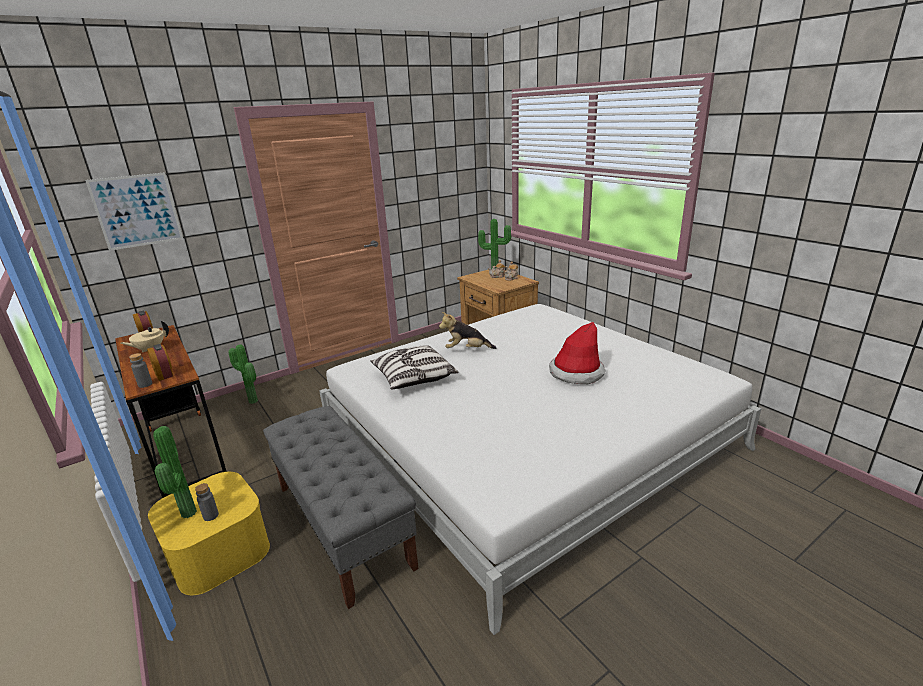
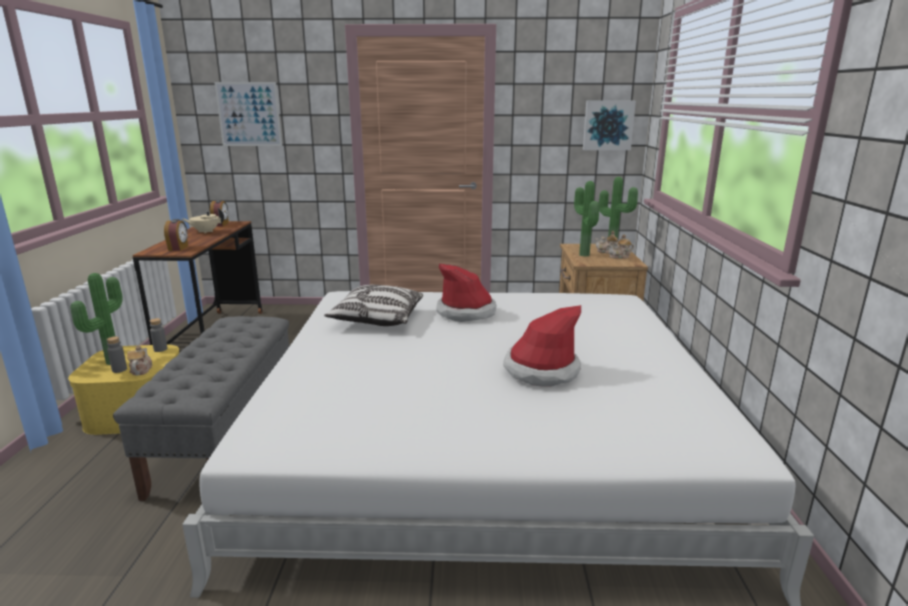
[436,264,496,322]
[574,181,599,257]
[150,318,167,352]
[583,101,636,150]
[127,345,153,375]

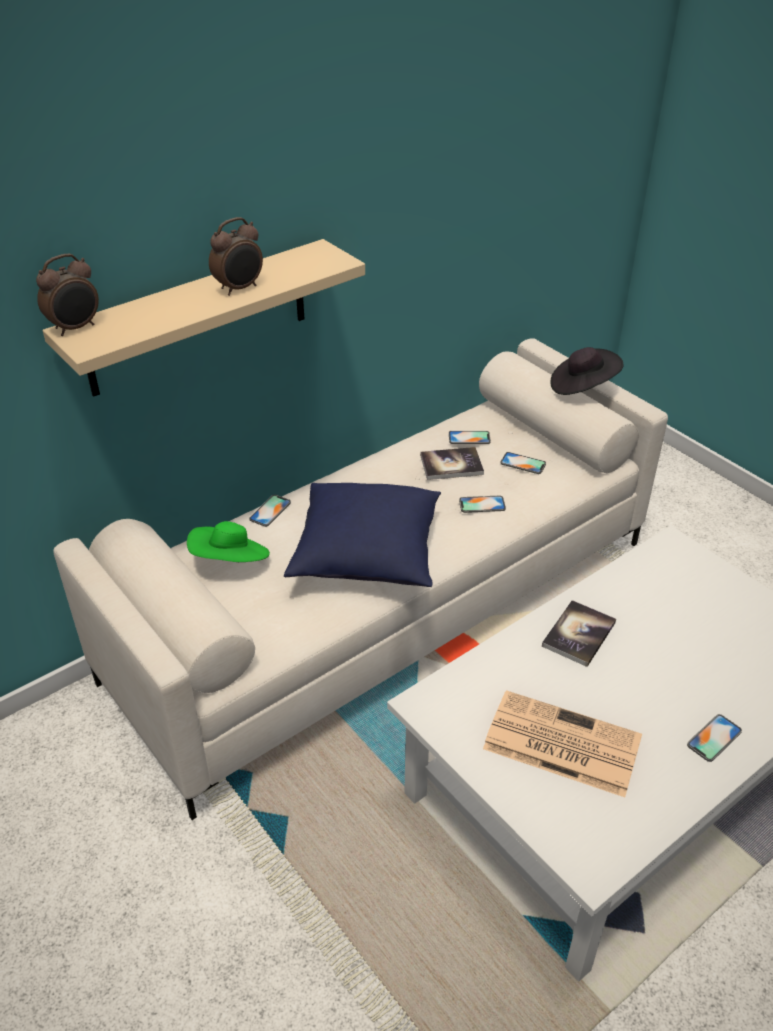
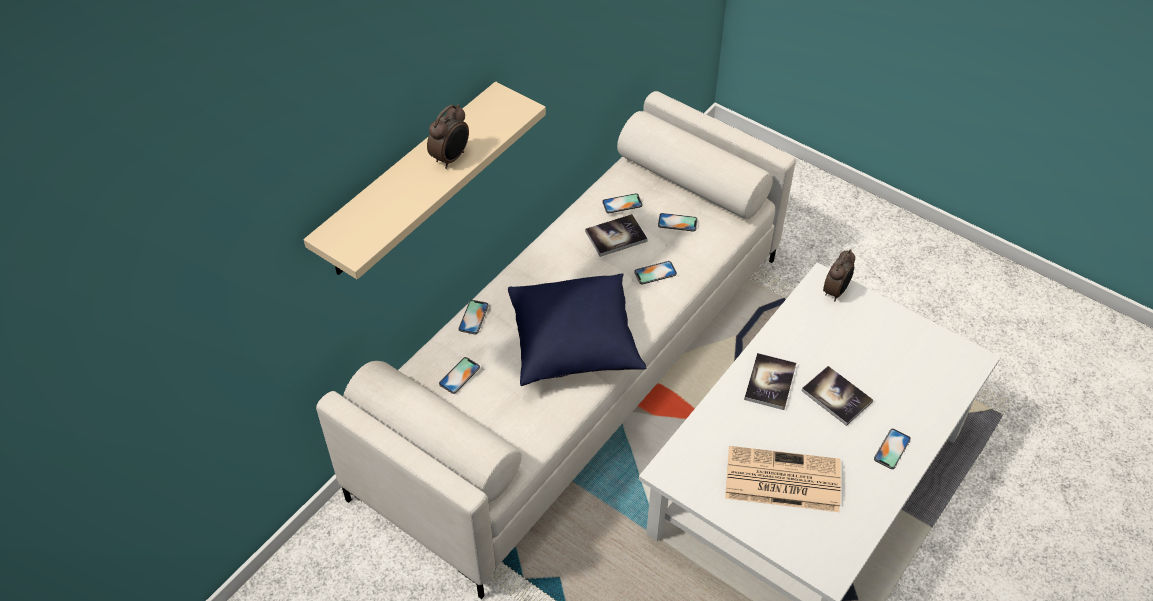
[823,249,855,301]
[550,347,623,395] (first image)
[439,357,480,394]
[801,366,873,426]

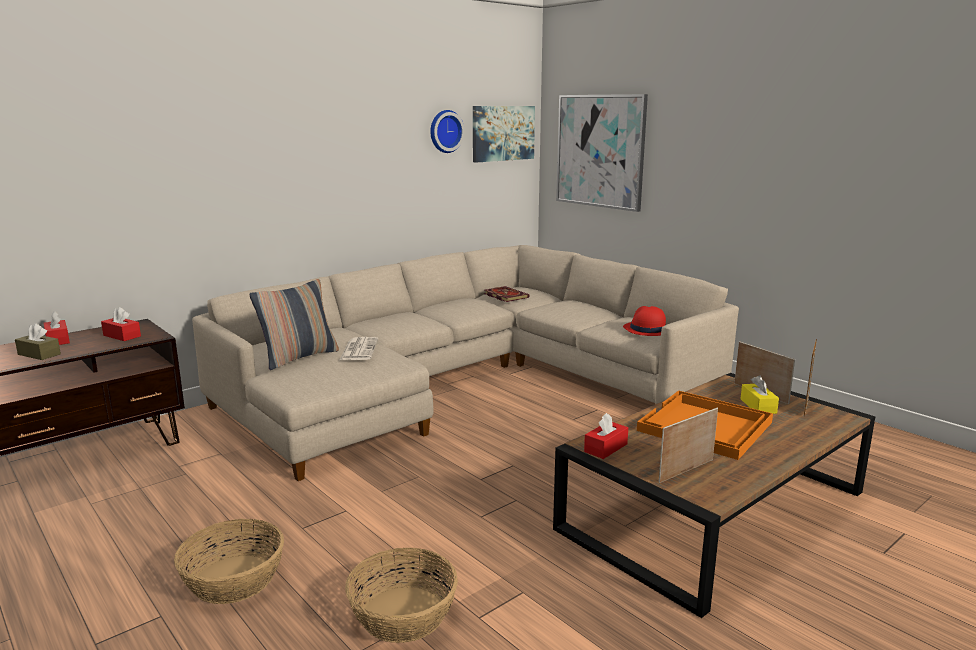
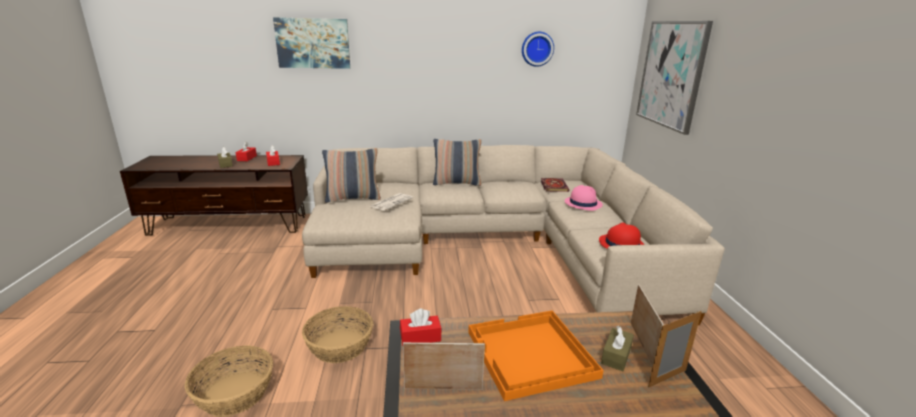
[273,17,350,69]
[601,326,634,371]
[302,306,373,363]
[433,139,482,186]
[565,185,603,211]

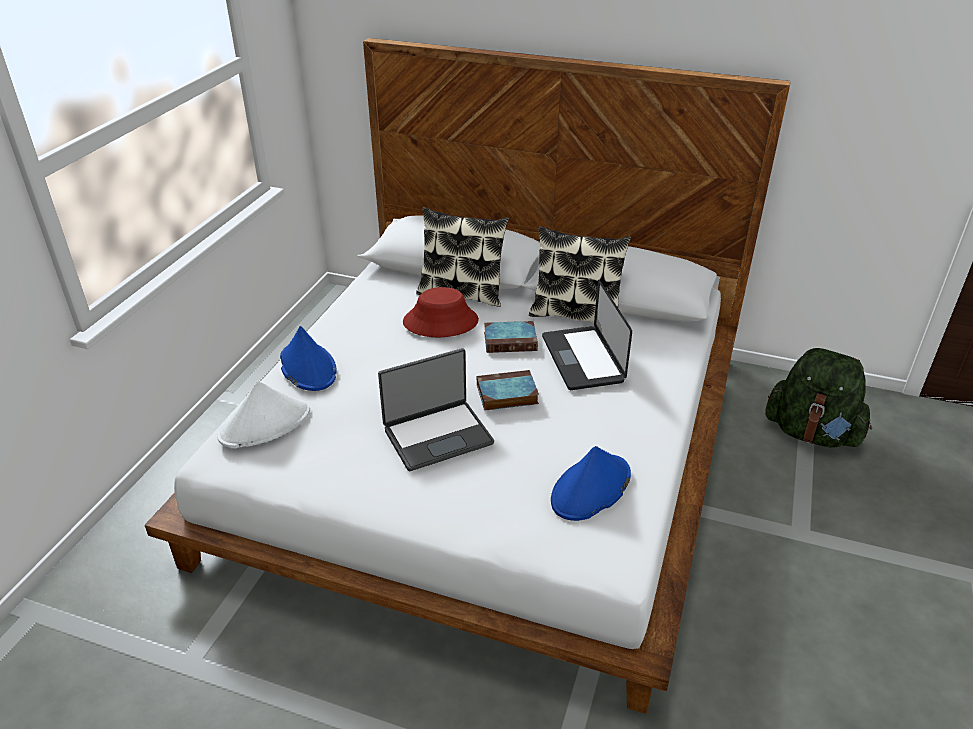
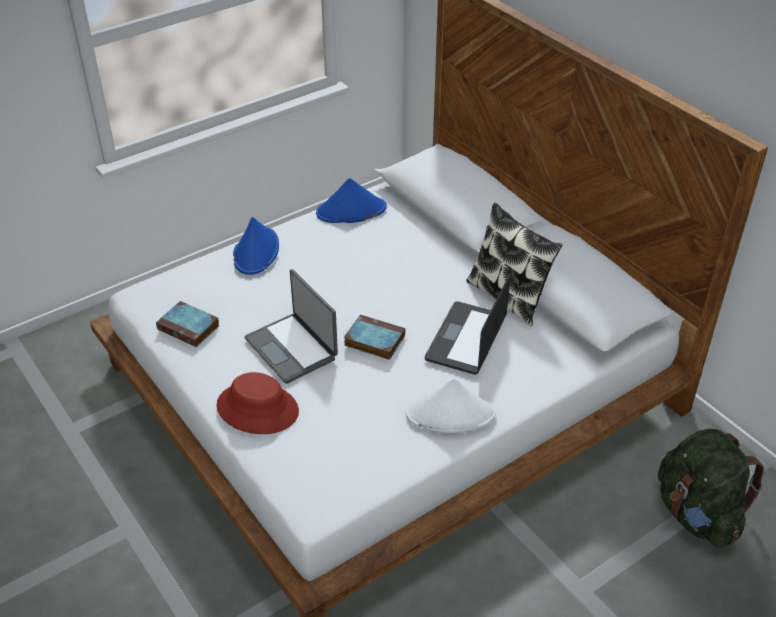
[416,207,509,307] (first image)
[216,372,299,434]
[156,301,220,347]
[244,269,338,384]
[406,378,496,433]
[316,178,387,223]

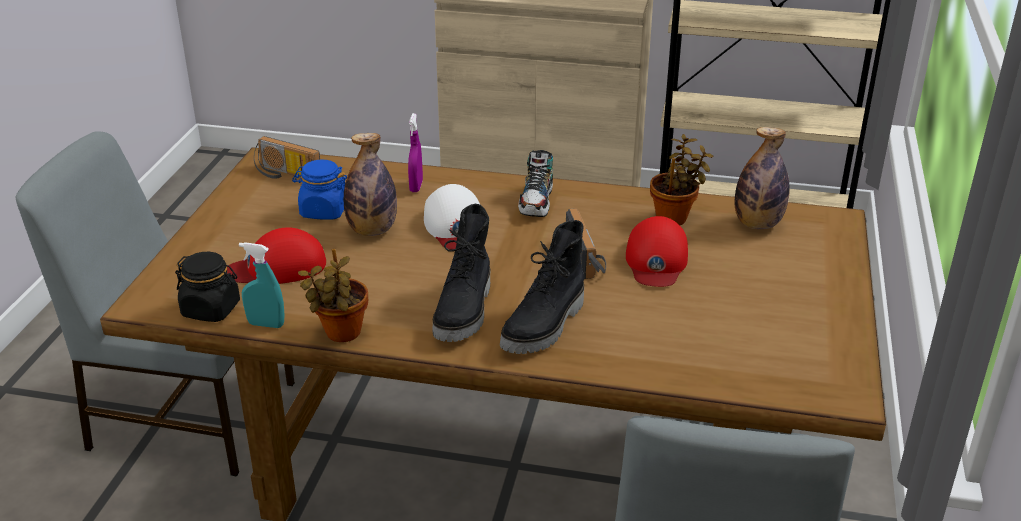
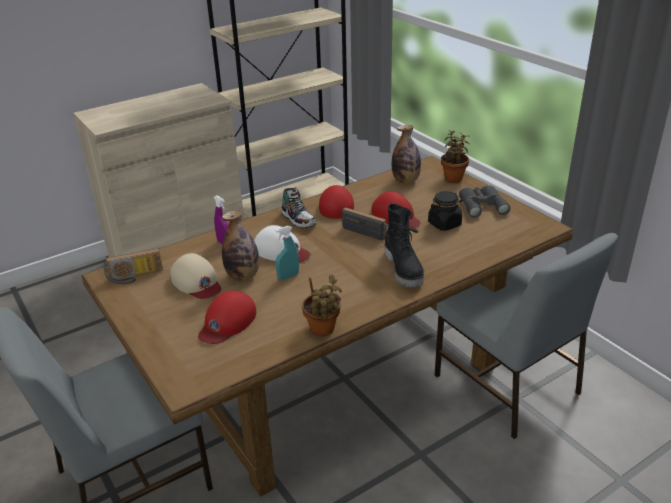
[441,131,470,183]
[170,253,221,299]
[433,204,490,342] (first image)
[275,226,299,280]
[428,191,462,231]
[319,185,354,219]
[459,185,510,218]

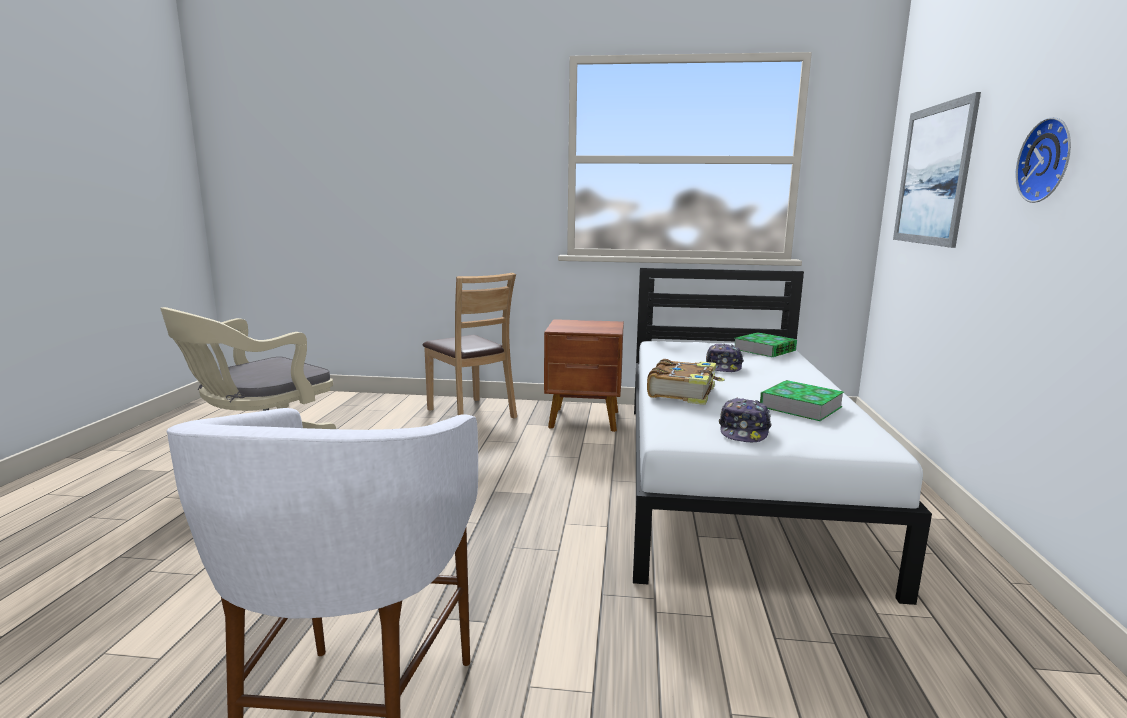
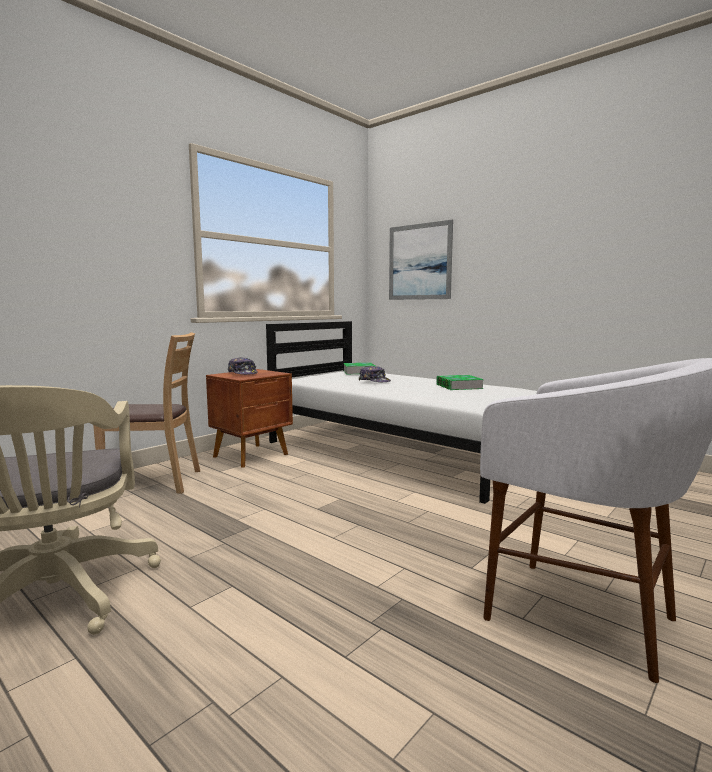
[1016,117,1071,203] (first image)
[647,359,725,405] (first image)
[228,357,258,375]

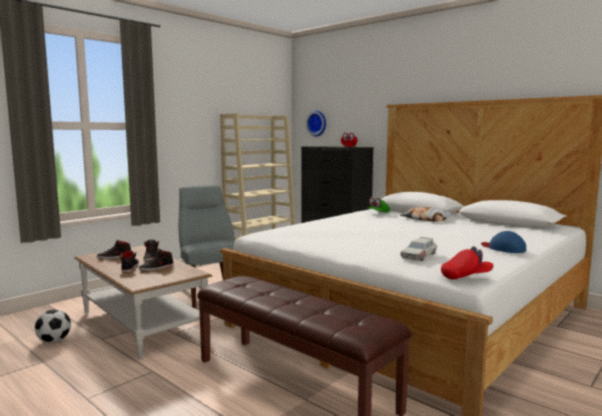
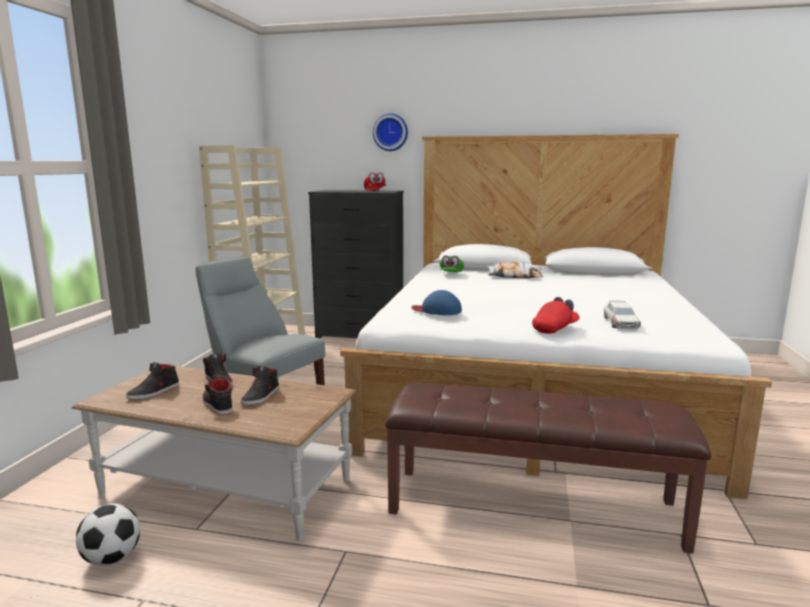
[373,113,408,151]
[411,290,462,315]
[532,297,579,334]

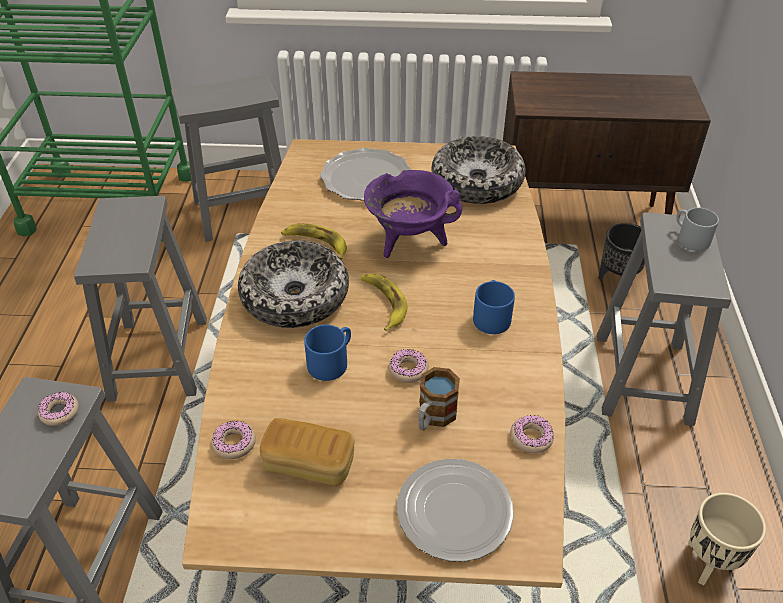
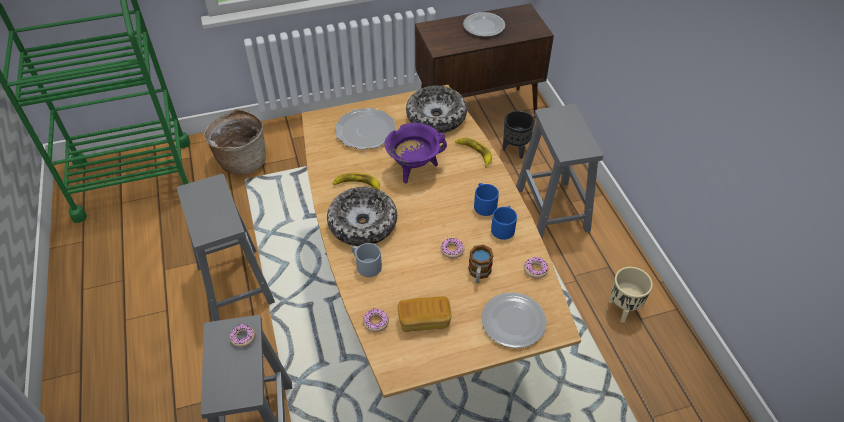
[204,108,266,174]
[352,243,382,277]
[455,138,492,168]
[491,206,517,240]
[463,12,505,37]

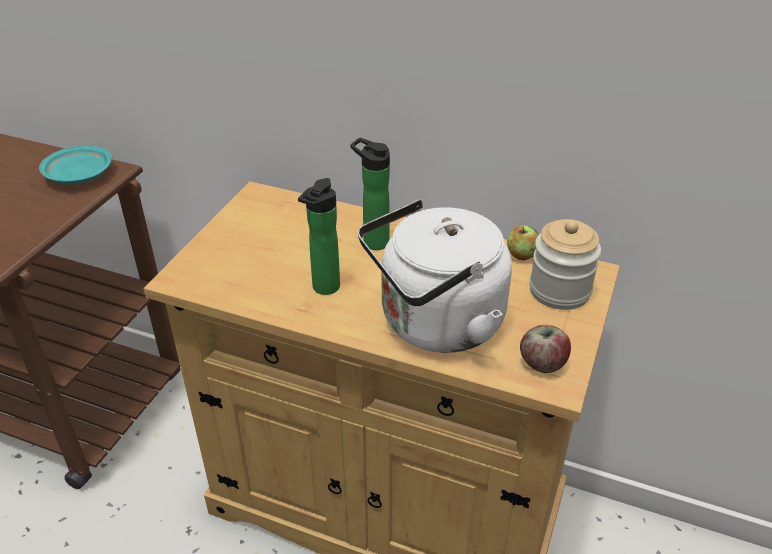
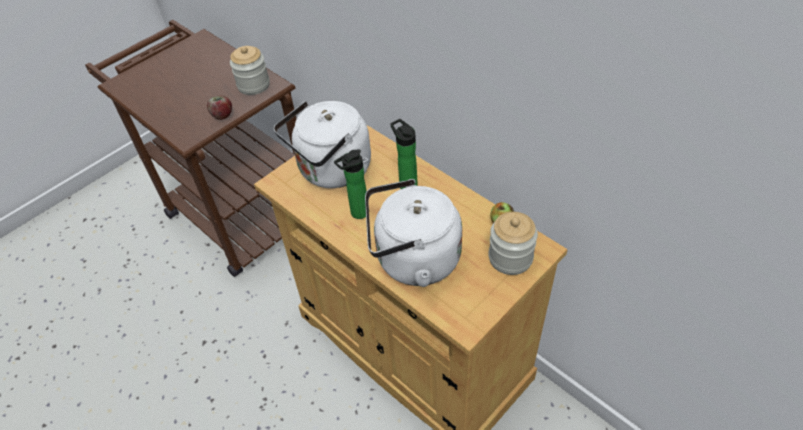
[230,46,270,95]
[207,95,232,120]
[274,101,371,188]

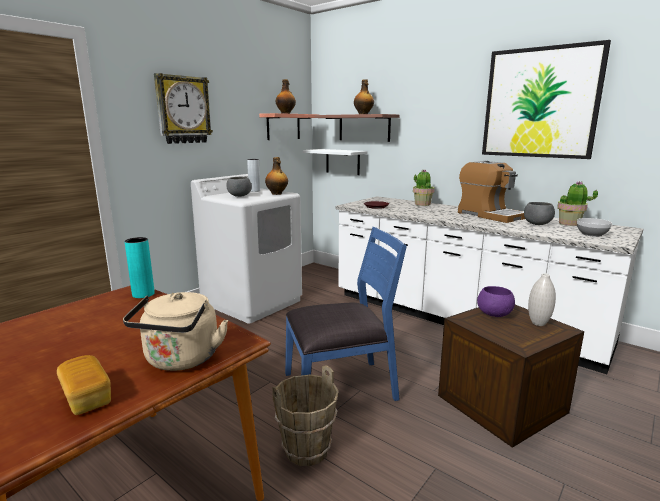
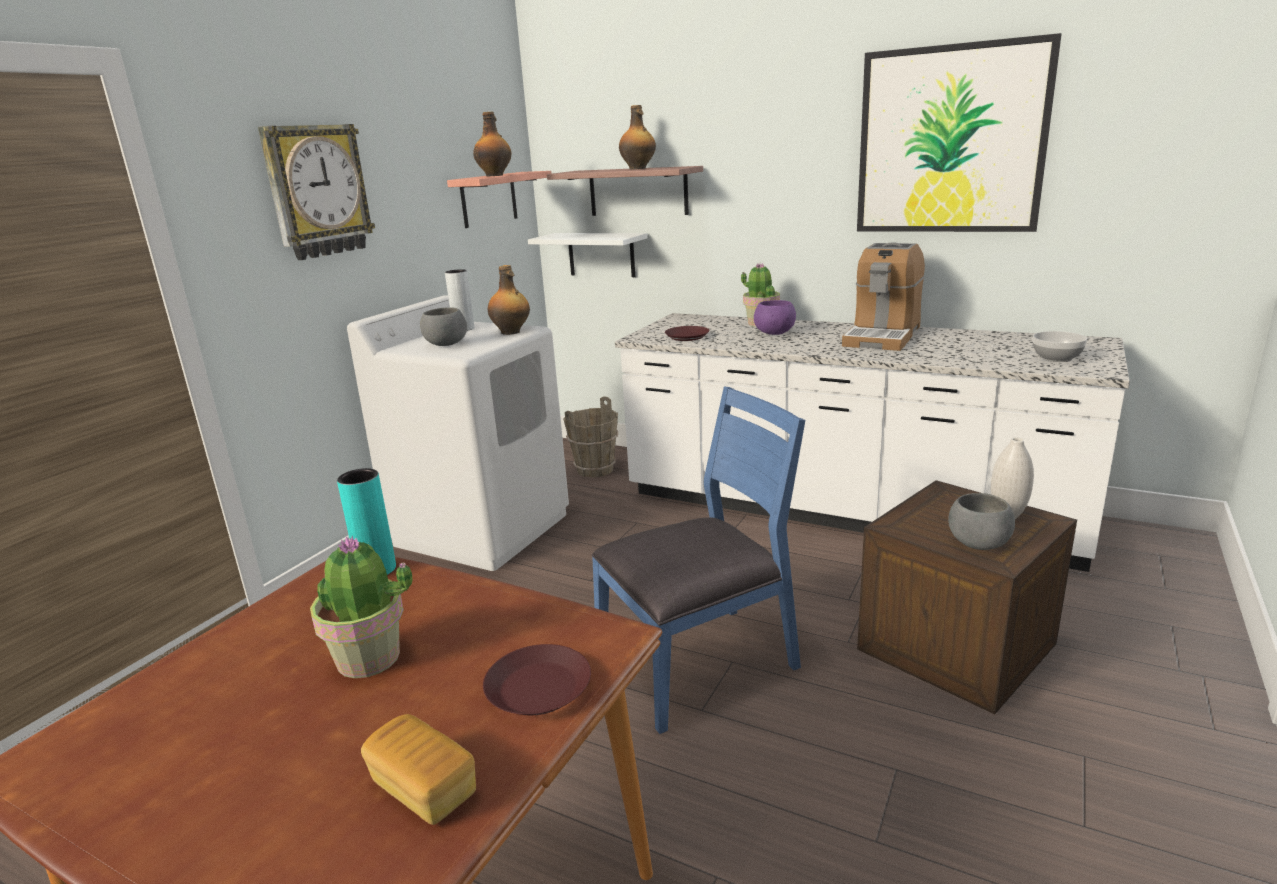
[842,242,925,351]
[310,536,413,678]
[948,493,1015,550]
[754,300,796,335]
[483,644,591,715]
[563,396,618,477]

